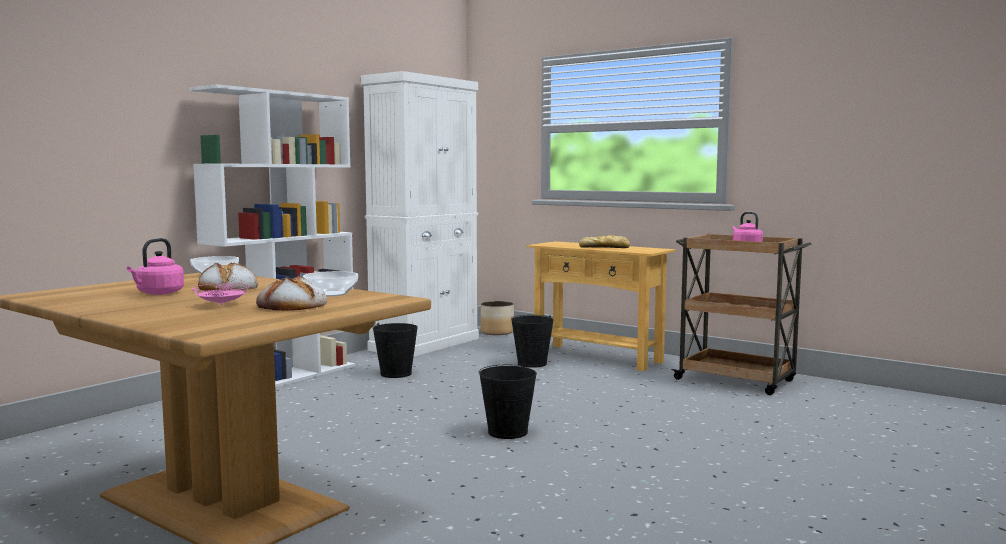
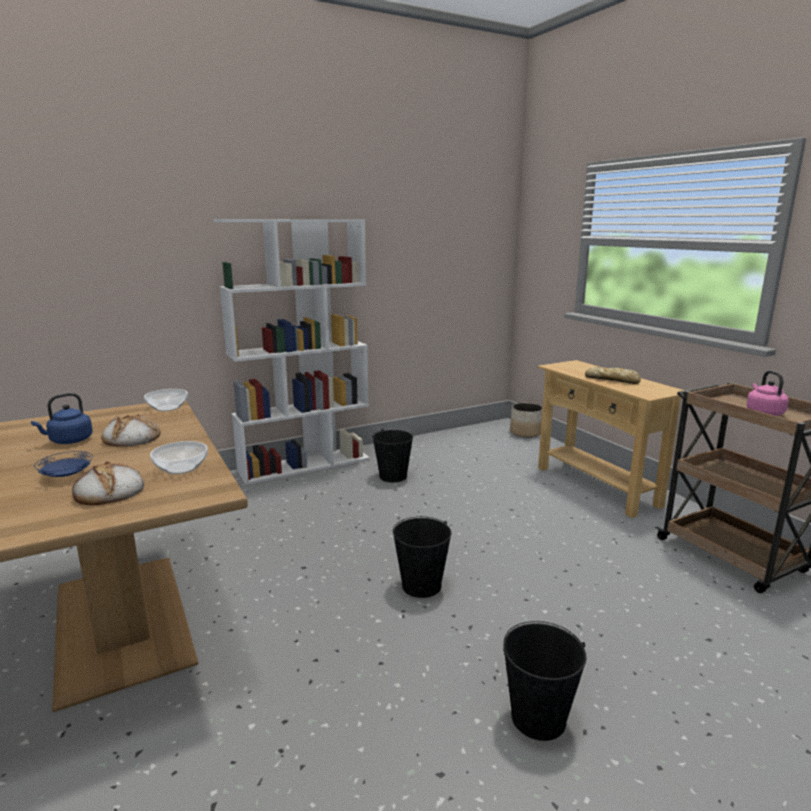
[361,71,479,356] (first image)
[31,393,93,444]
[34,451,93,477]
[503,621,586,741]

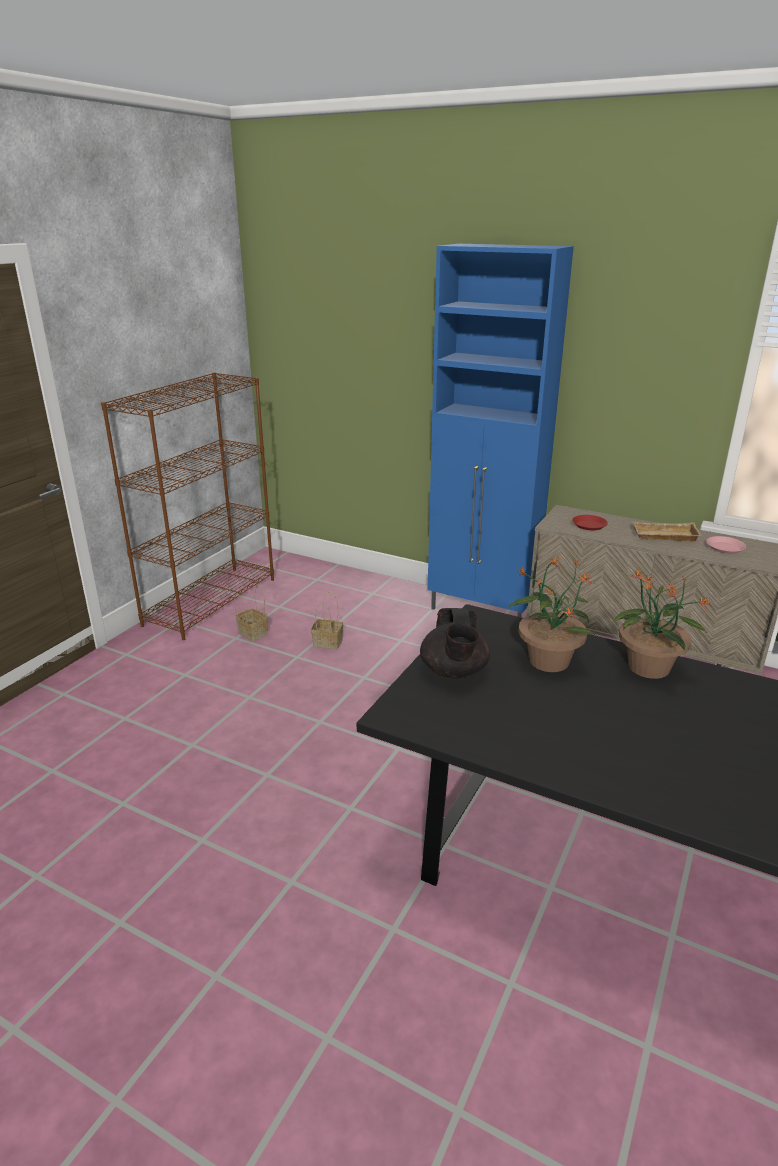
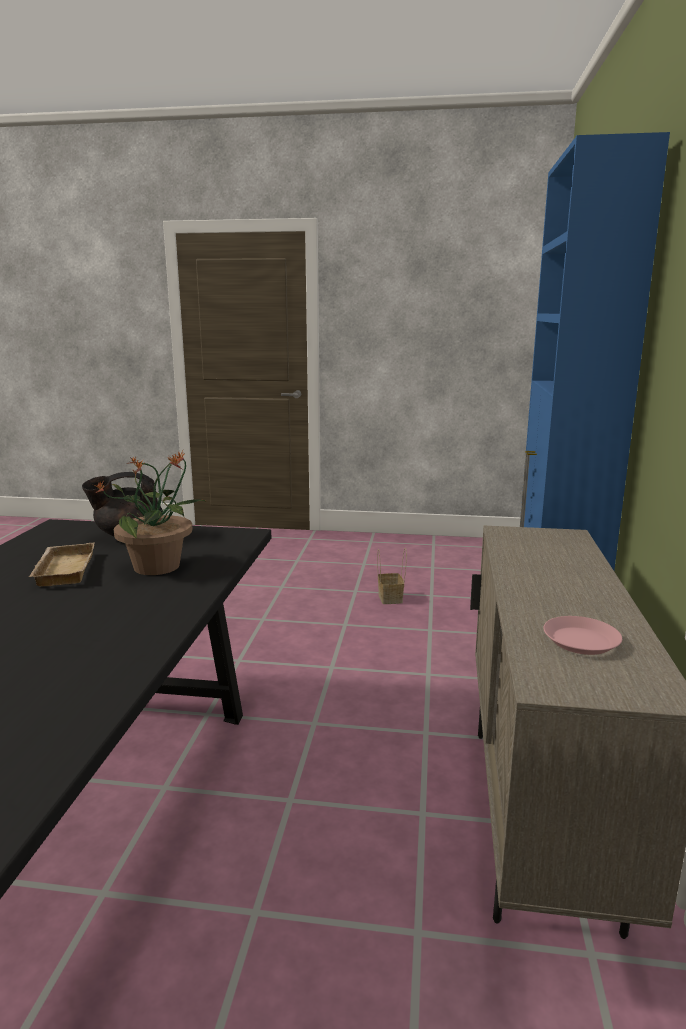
[101,372,274,640] (first image)
[572,515,608,530] (first image)
[29,542,95,586]
[614,570,711,679] (first image)
[235,585,268,641] (first image)

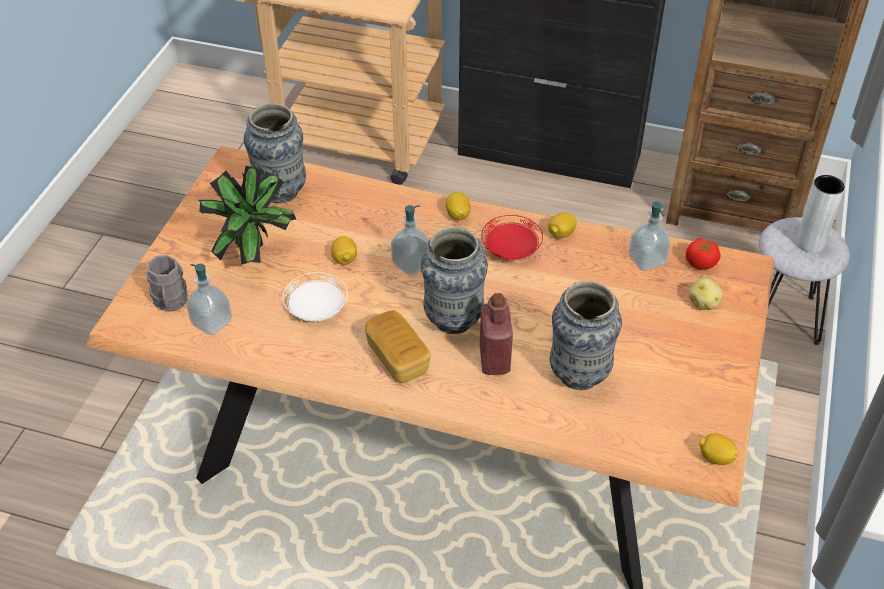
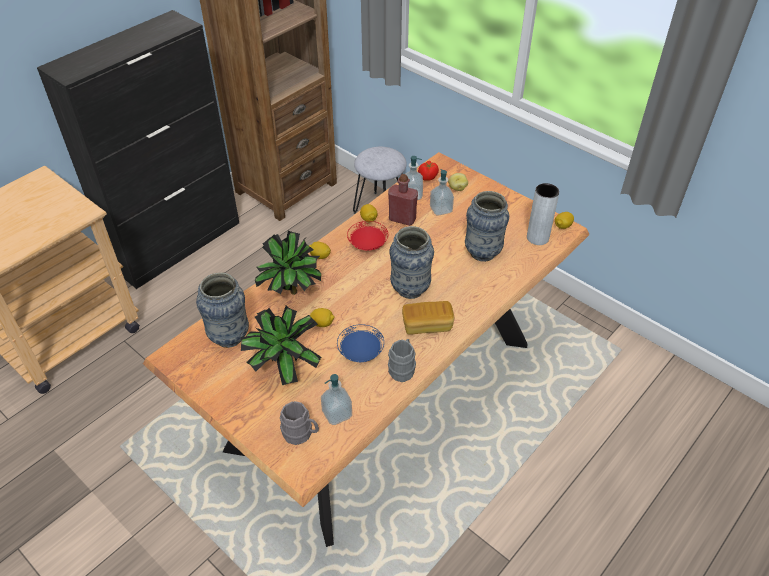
[527,183,559,245]
[430,169,454,216]
[337,324,384,362]
[388,174,418,226]
[255,231,321,295]
[388,339,416,382]

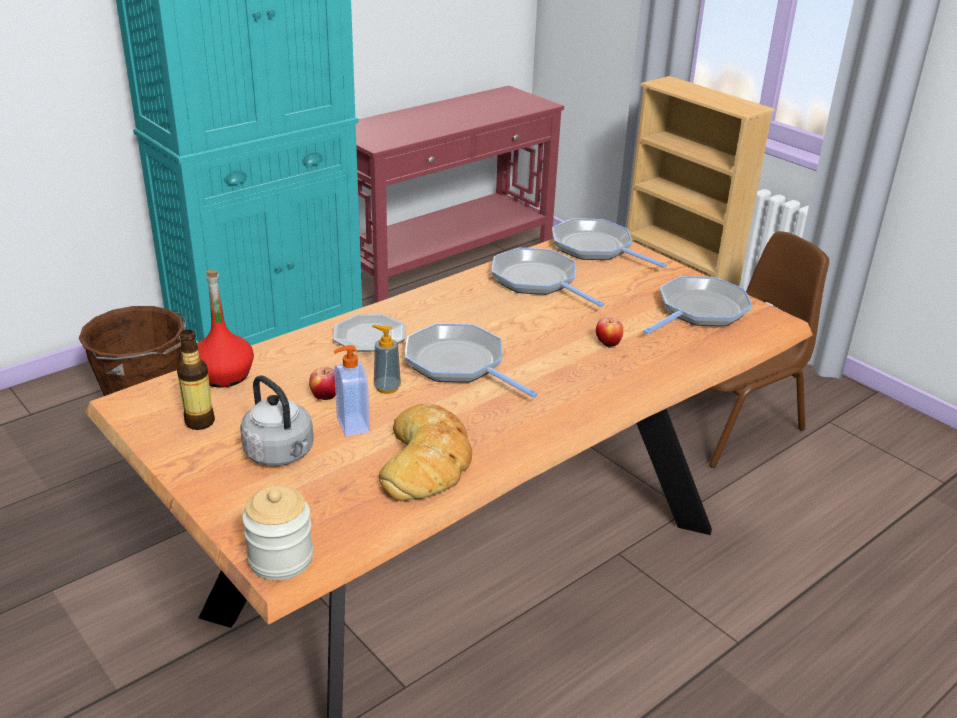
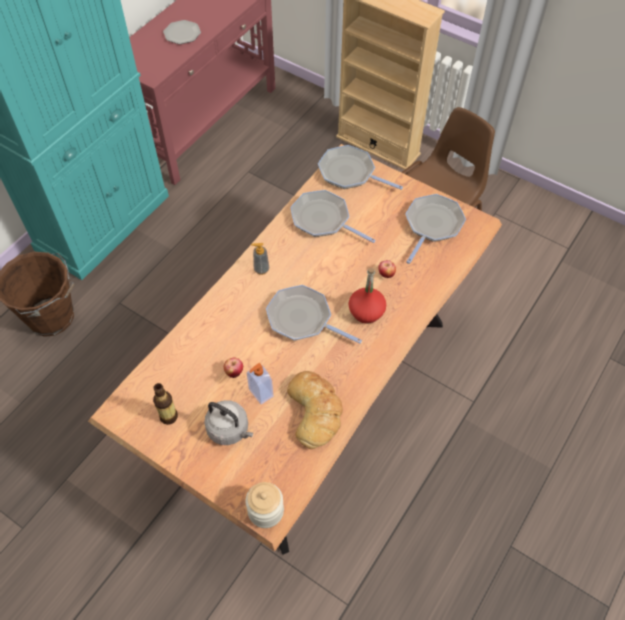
[348,268,386,324]
[163,20,201,44]
[251,243,269,275]

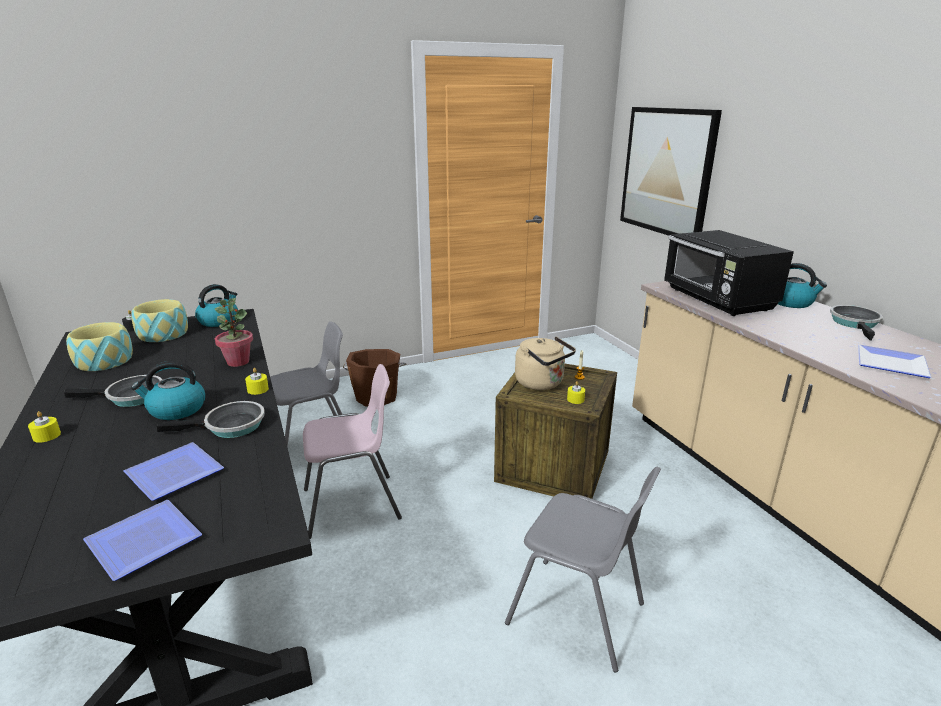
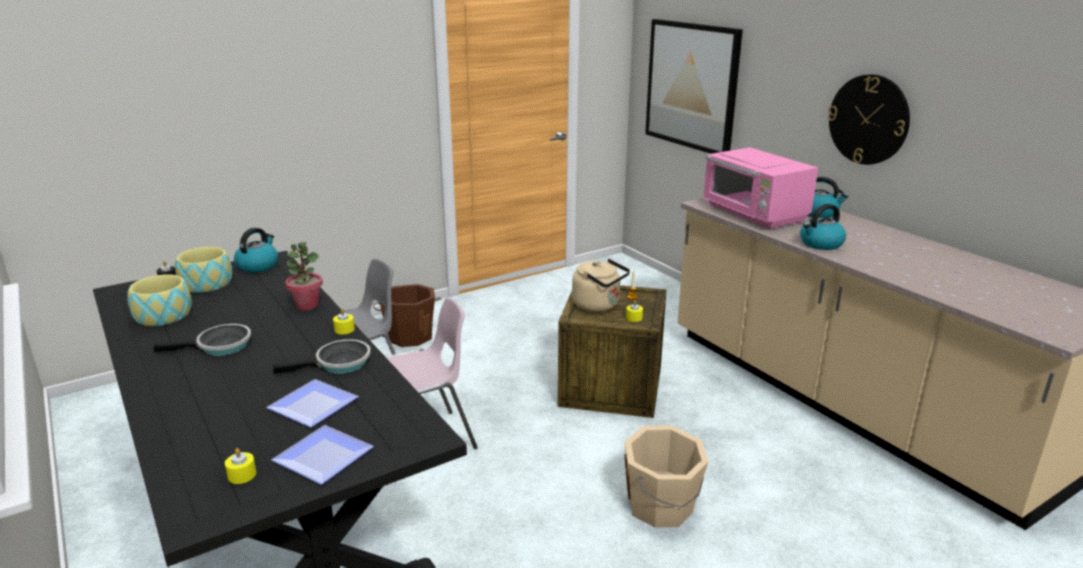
[703,147,818,229]
[830,305,883,341] (first image)
[858,345,932,378] (first image)
[800,204,846,250]
[225,448,256,484]
[624,425,709,528]
[828,74,910,165]

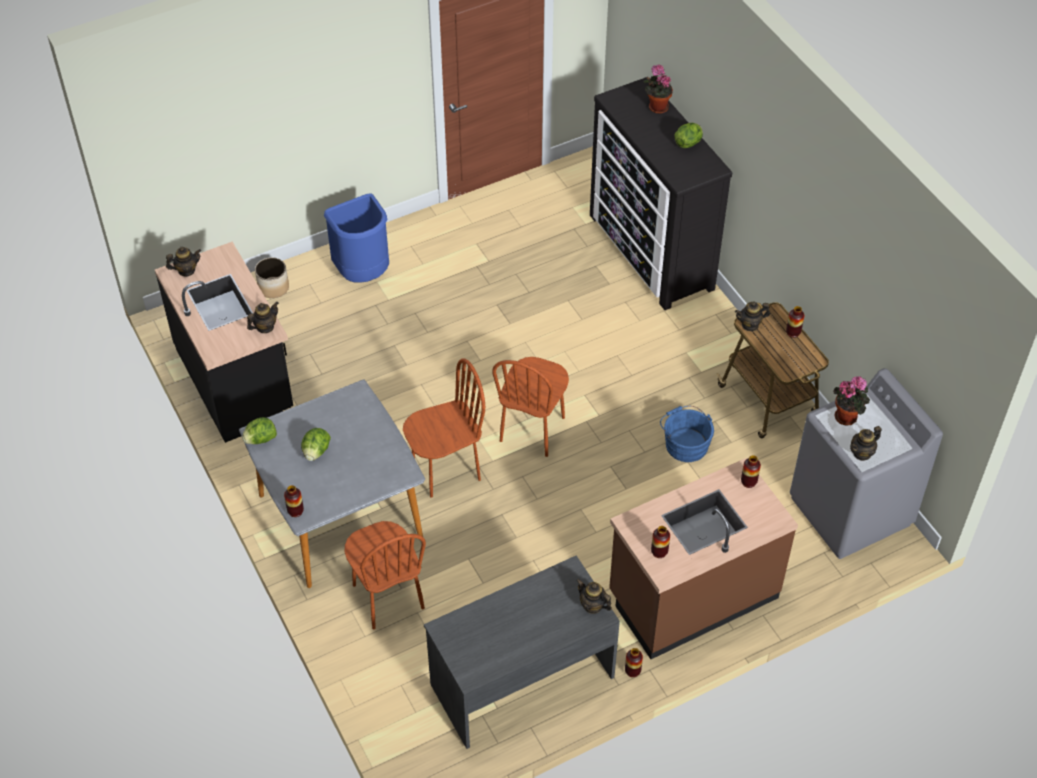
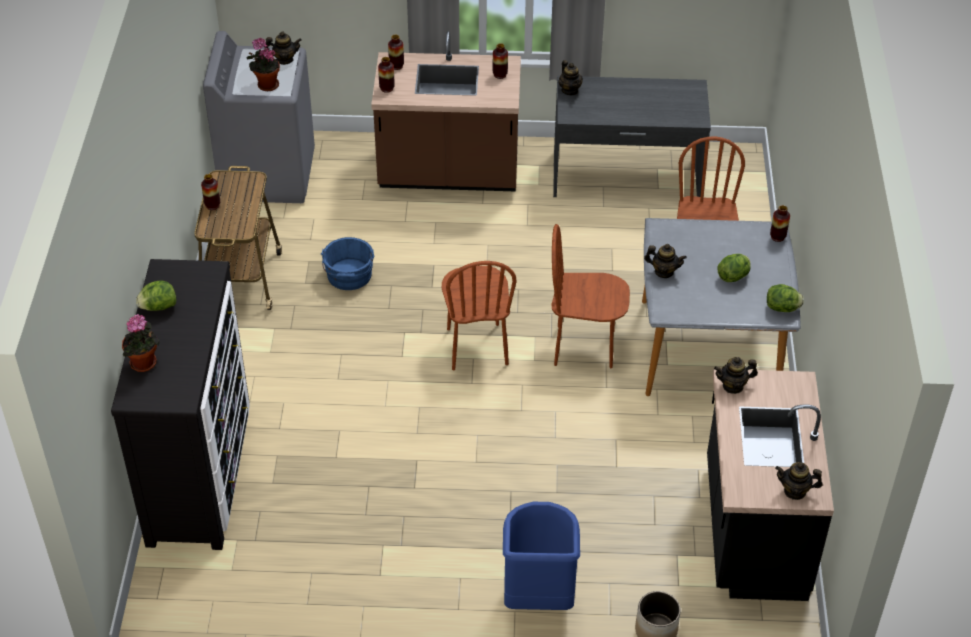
[644,244,687,278]
[442,261,517,370]
[388,35,404,70]

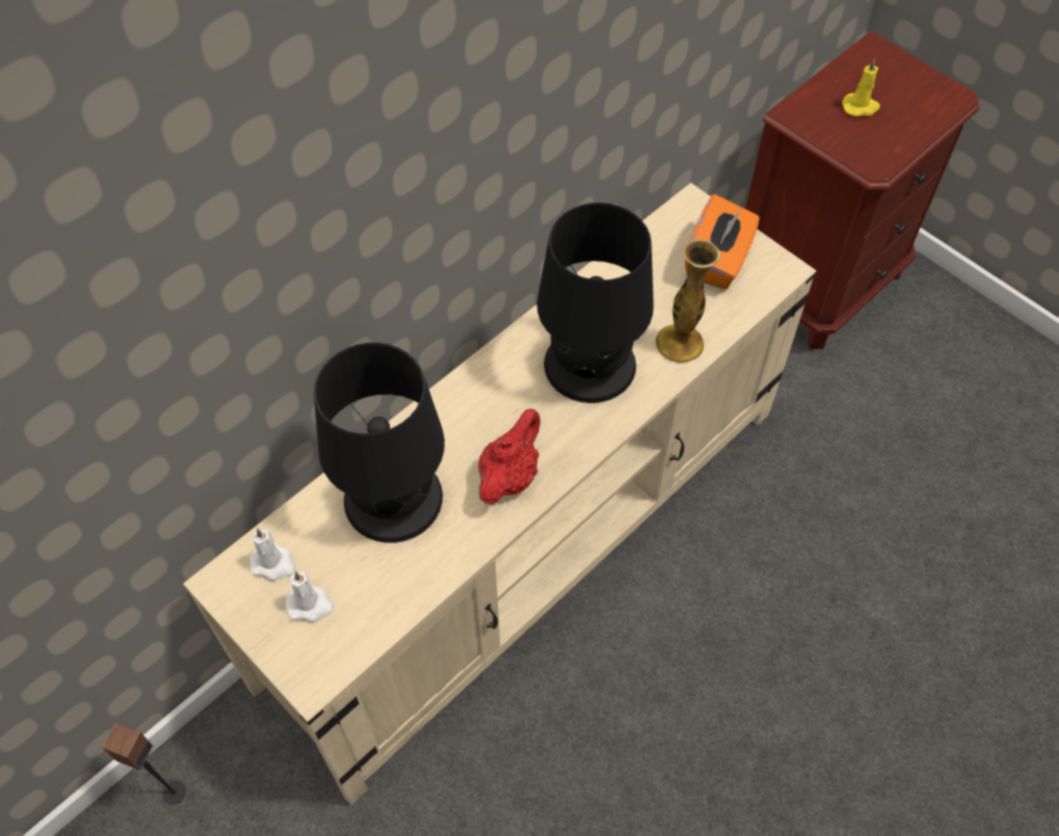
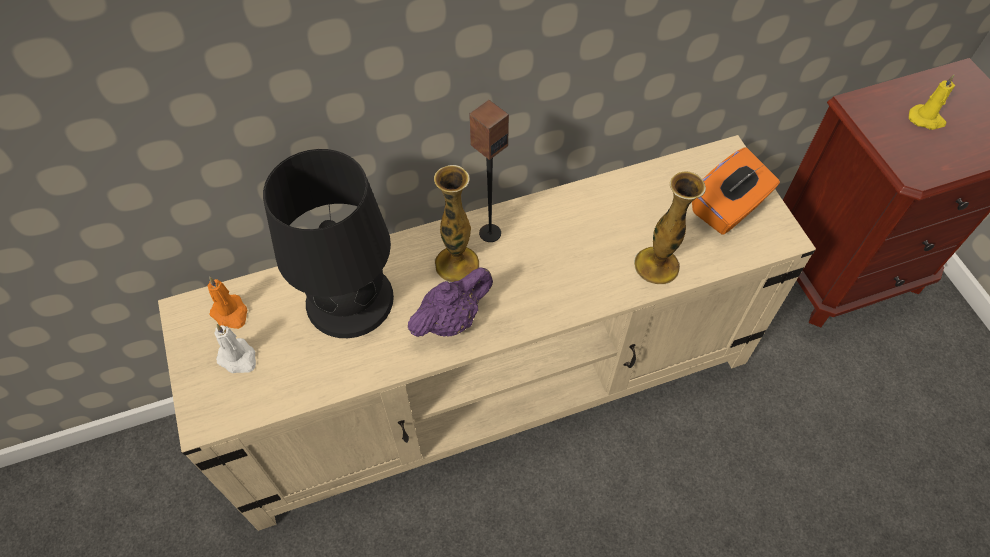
[537,203,654,403] (first image)
[408,268,493,337]
[208,277,248,329]
[469,100,509,242]
[434,165,479,283]

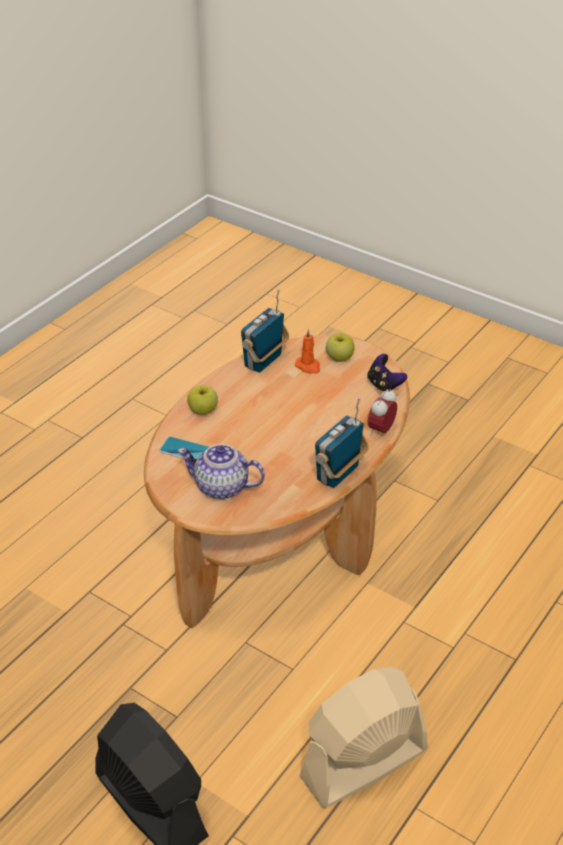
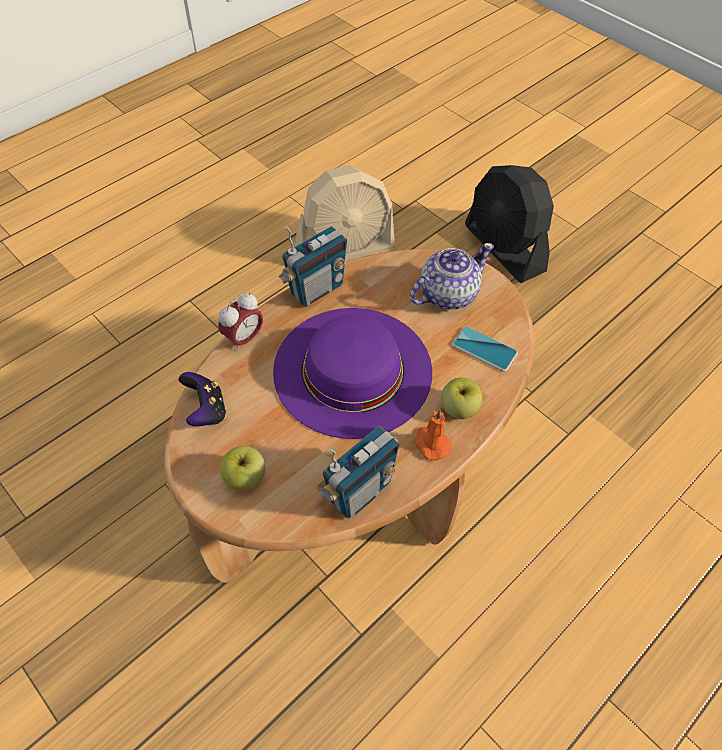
[415,409,452,461]
[410,243,494,309]
[273,308,432,439]

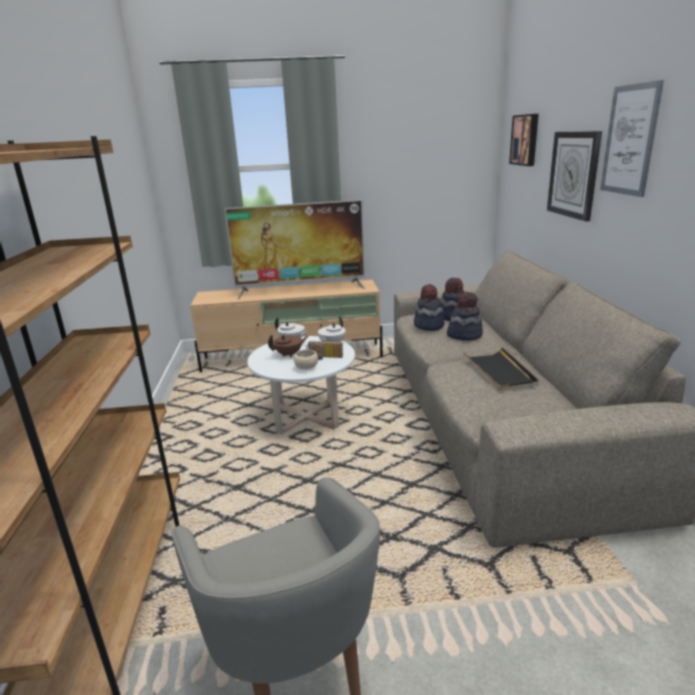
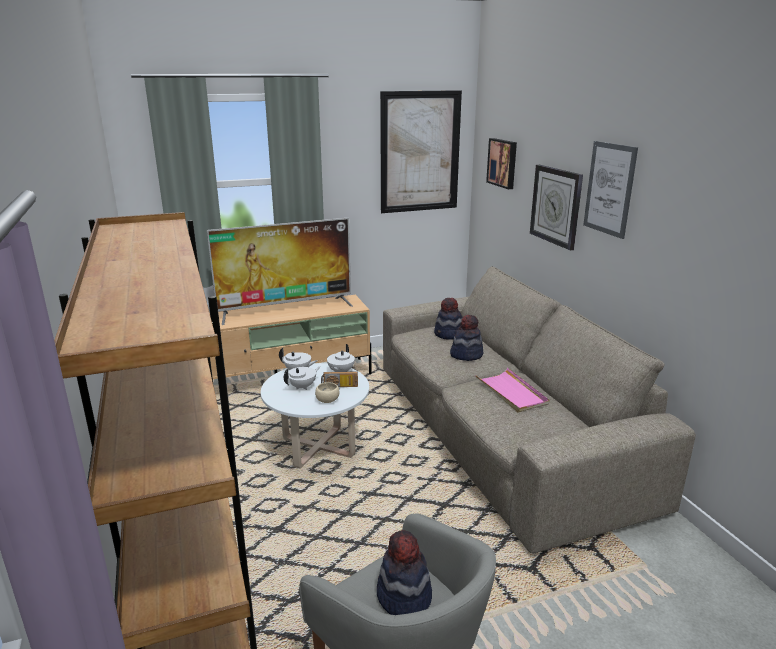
[377,530,432,615]
[284,366,320,390]
[475,368,549,413]
[380,90,462,213]

